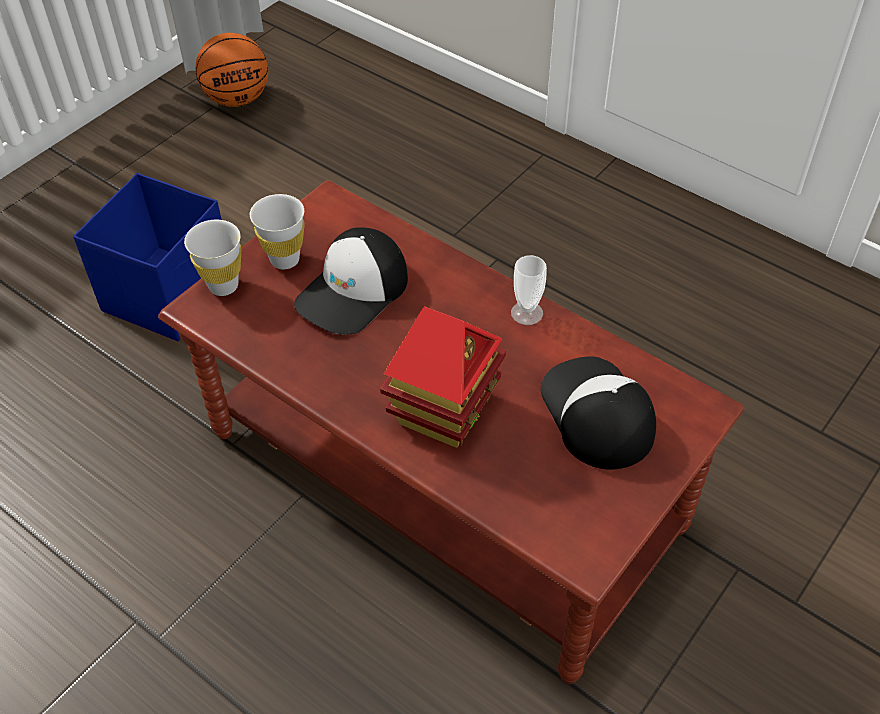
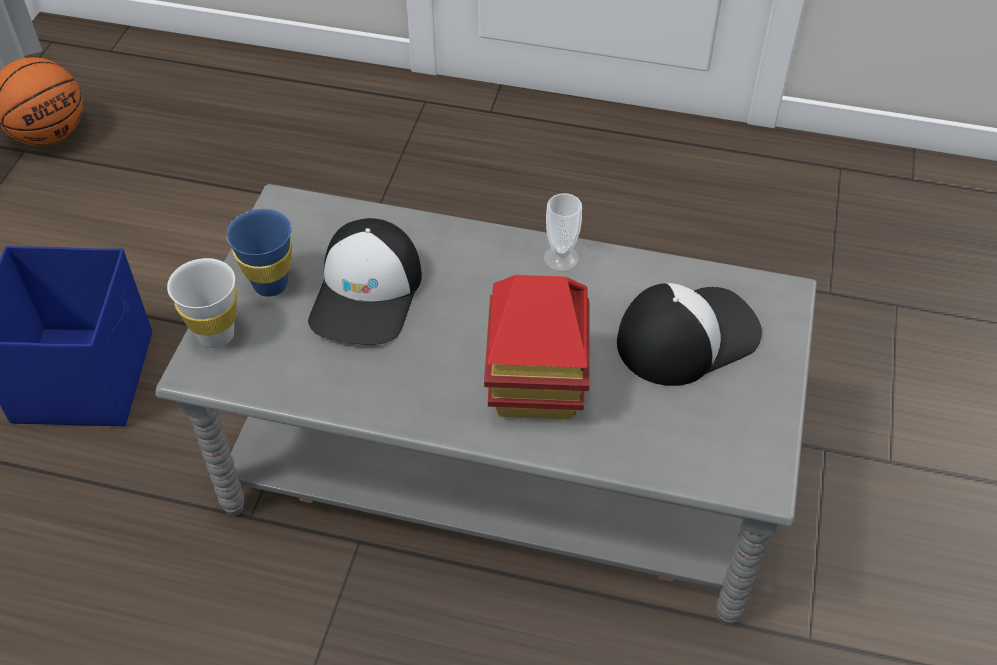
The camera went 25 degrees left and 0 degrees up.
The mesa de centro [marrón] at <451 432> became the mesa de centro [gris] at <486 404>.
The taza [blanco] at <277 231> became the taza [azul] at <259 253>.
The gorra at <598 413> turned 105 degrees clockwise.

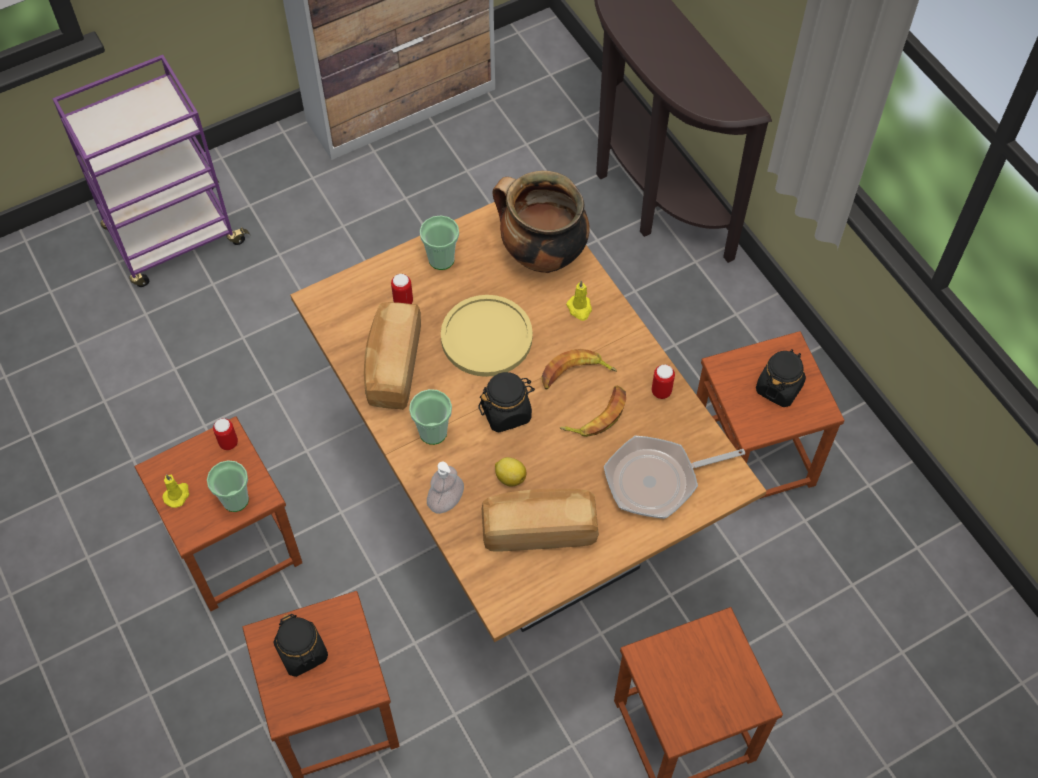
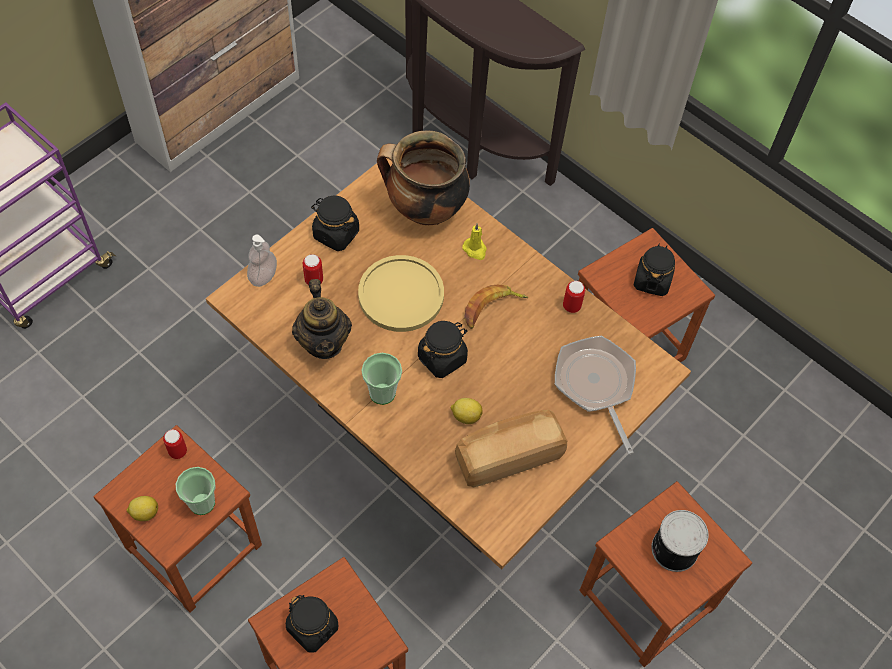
The camera went 20 degrees left and 0 degrees up.
The vela [amarillo] at <175 491> was replaced by the limón at <142 508>.
The dispensador de jabón moved from <445 488> to <262 261>.
The pan at <392 356> was replaced by the tetera at <322 319>.
The taza at <439 243> was replaced by the tarro [negro] at <335 223>.
The sartén at <674 477> turned 105 degrees clockwise.
The lata at <679 541> appeared.
The plátano at <593 411> disappeared.

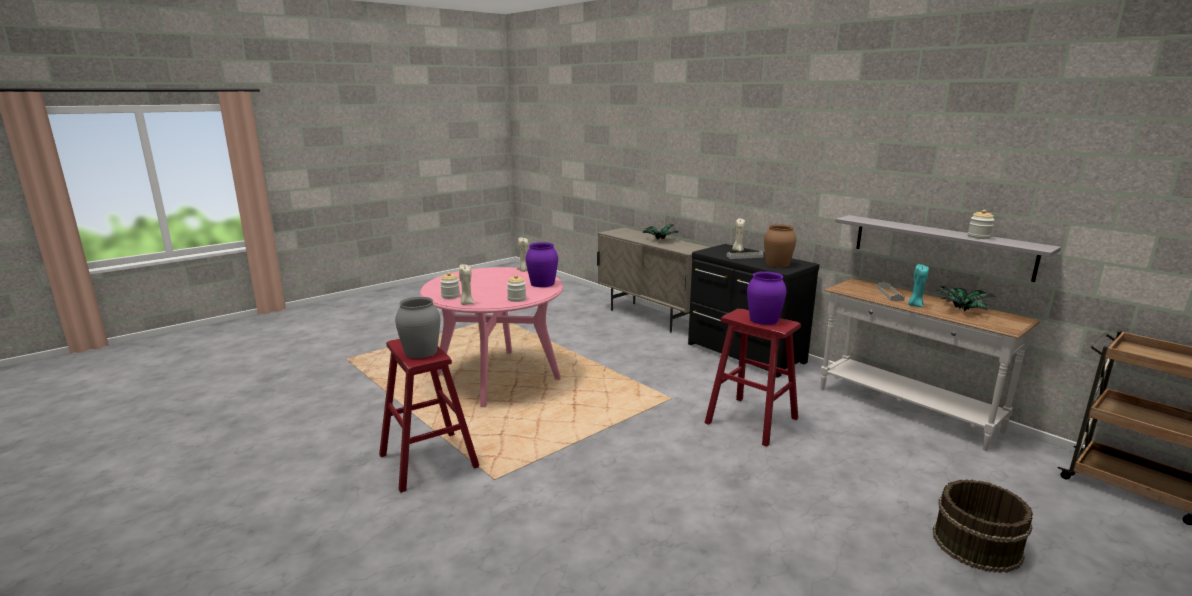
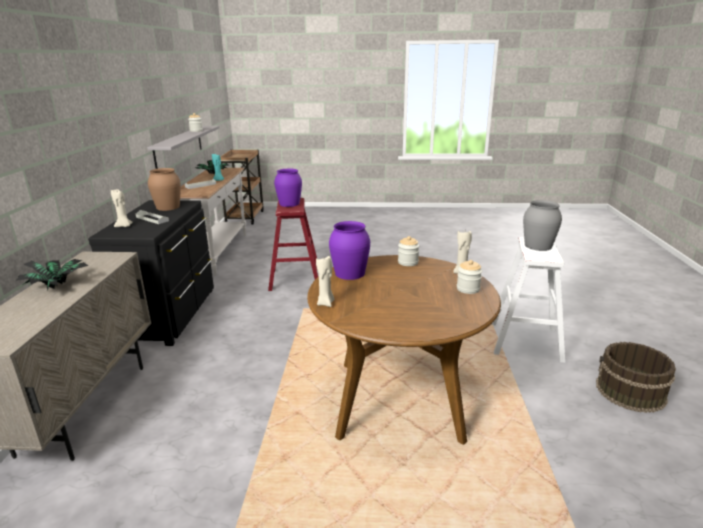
The camera went 135 degrees left and 5 degrees up.
The mesa de comedor [rosa] at <491 337> became the mesa de comedor [marrón] at <404 350>.
The taburete [rojo] at <429 416> became the taburete [blanco] at <528 300>.
The cubo [marrón] moved from <983 526> to <636 377>.

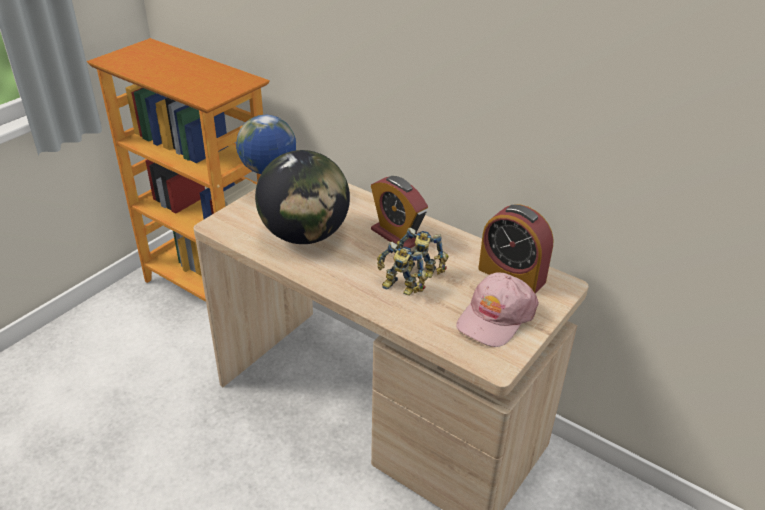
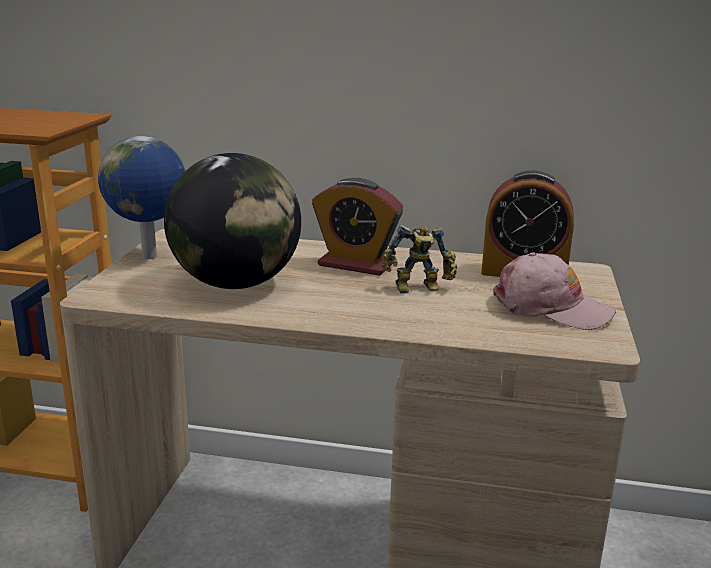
The camera went 25 degrees left and 15 degrees down.
The gorra [rosa] at <497 309> turned 75 degrees counterclockwise.
The robot de juguete at <403 269> disappeared.

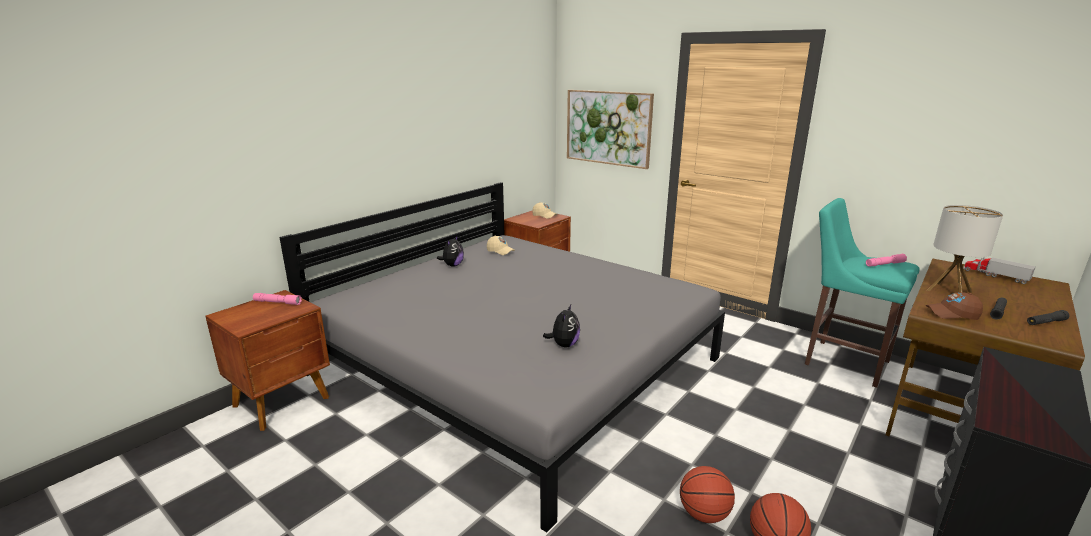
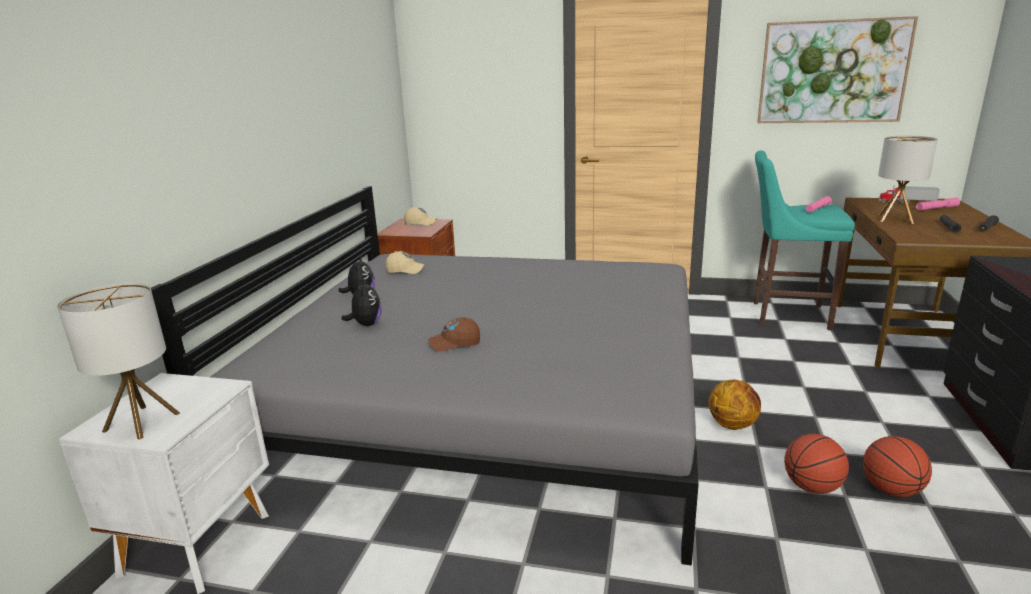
The camera went 25 degrees left and 0 degrees up.
The lámpara de mesa at <118 361> appeared.
The mesita de noche [marrón] at <267 360> became the mesita de noche [blanco] at <164 483>.
The peluche moved from <561 326> to <362 302>.
The gorra [marrón] moved from <954 306> to <454 334>.
The balón de baloncesto at <734 405> appeared.
The cuadro moved from <610 129> to <837 69>.
The linterna [rosa] moved from <277 299> to <938 203>.

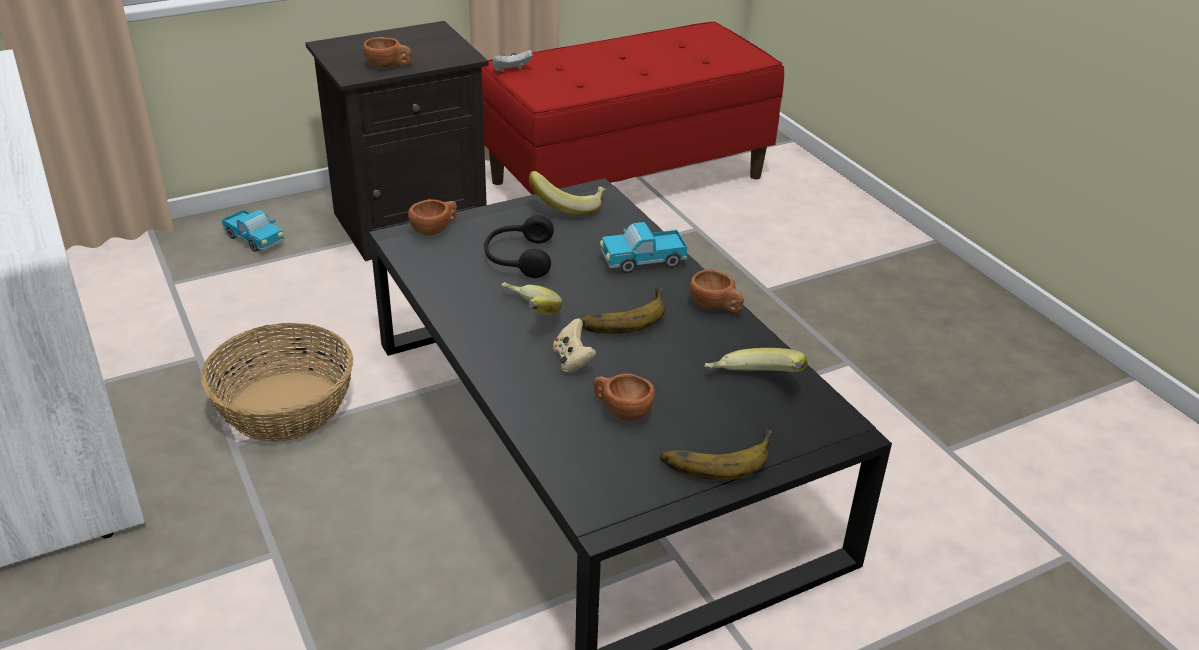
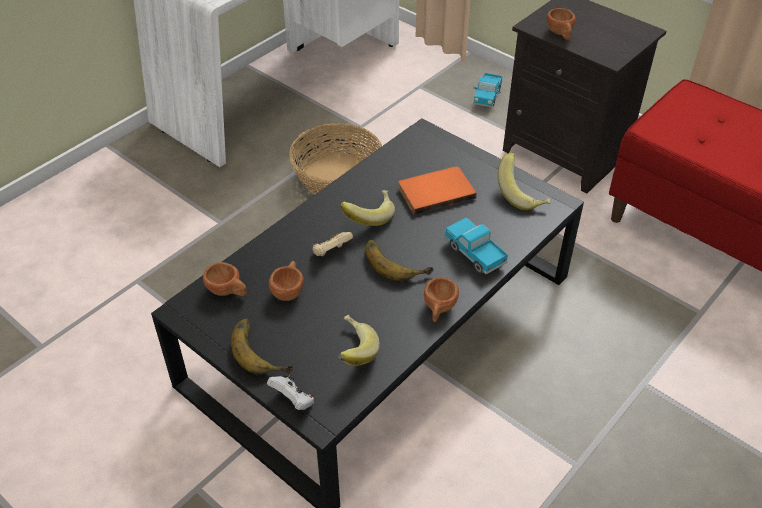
The camera went 70 degrees right and 10 degrees up.
The taza [marrón] moved from <432 217> to <225 279>.
The mando de consola [blanco] moved from <512 61> to <290 392>.
The auriculares [negro] at <519 246> was replaced by the libro [naranja] at <437 190>.

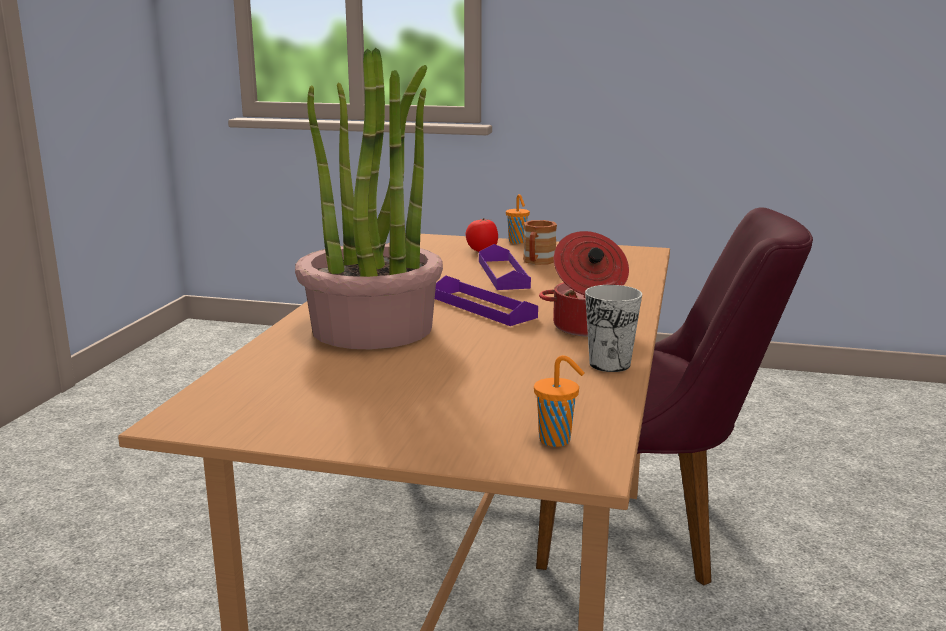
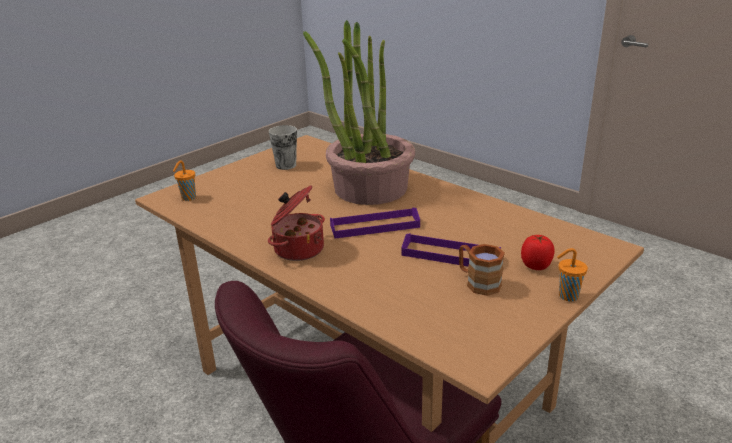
The camera went 120 degrees right and 10 degrees up.
The taza moved from <613 328> to <283 147>.

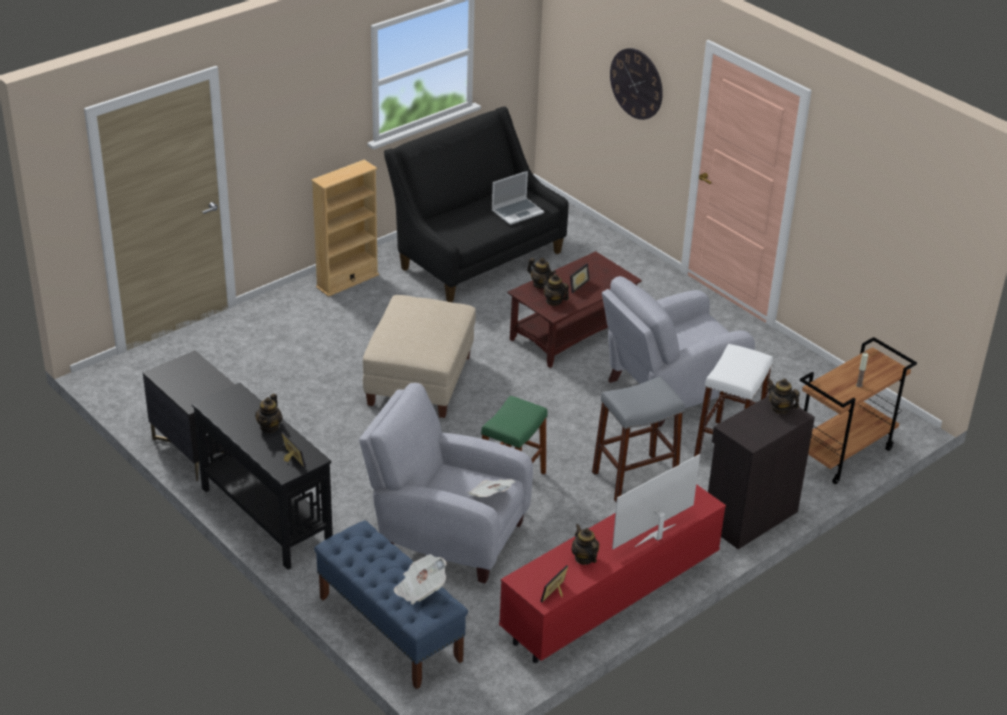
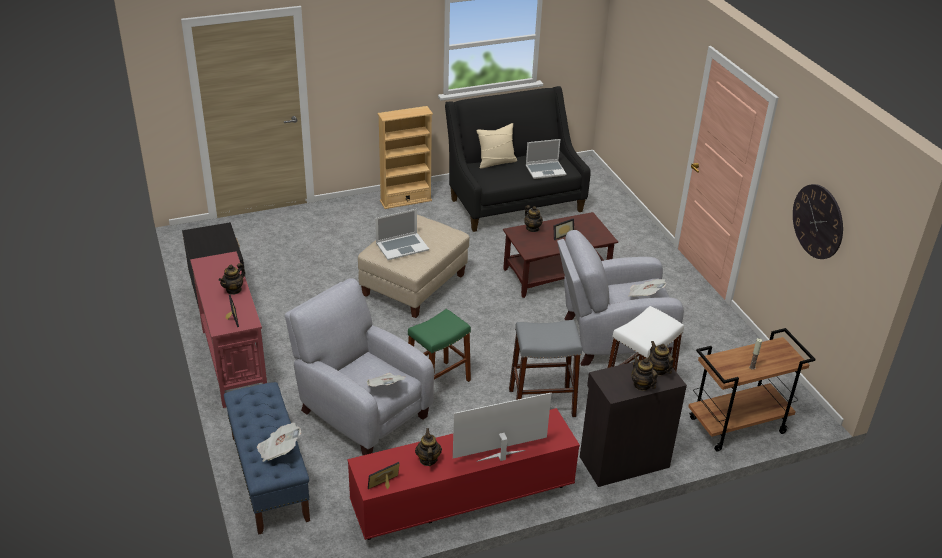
The camera went 20 degrees right and 0 degrees up.
The mesa consola [negro] at <262 476> became the mesa consola [rojo] at <228 329>.
The portátil at <402 234> appeared.
The cojín [beis] at <496 146> appeared.
The periódico at <647 288> appeared.
The tetera moved from <555 290> to <645 373>.
The reloj de pared moved from <636 84> to <818 221>.

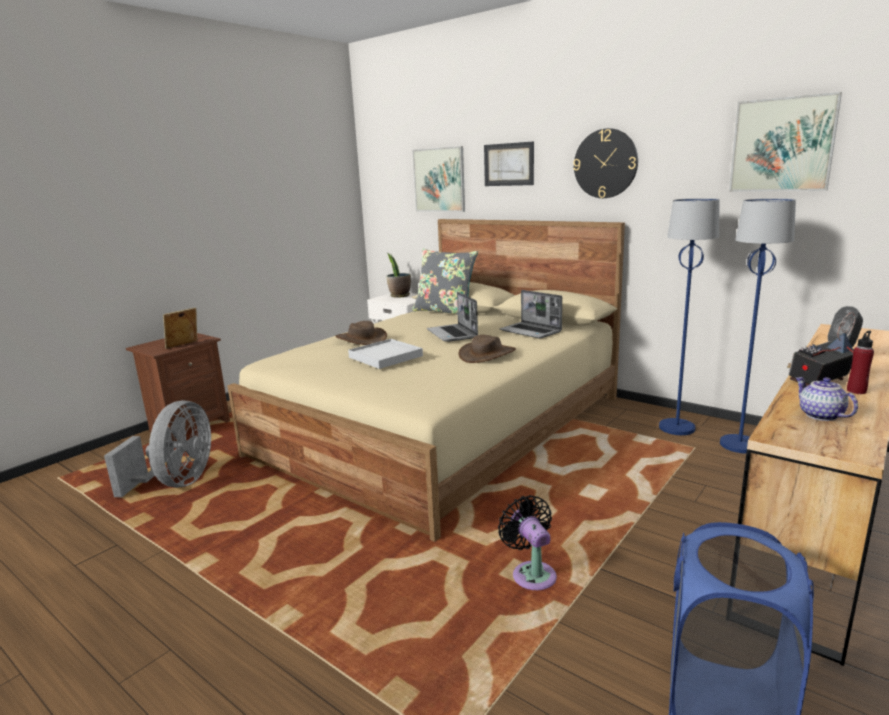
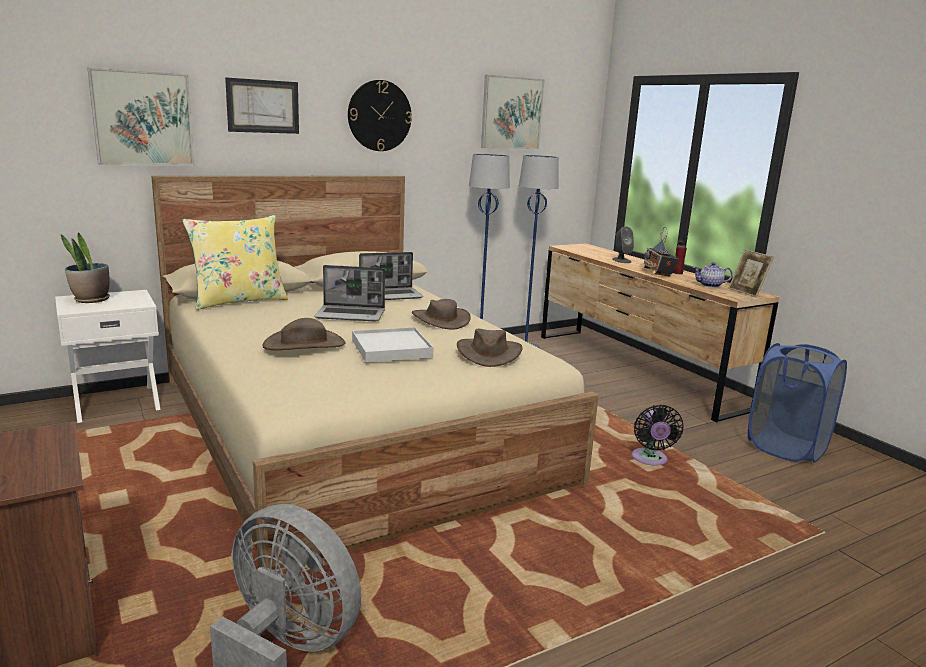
The camera went 70 degrees left and 0 degrees up.
The cojín [gris] at <445 282> became the cojín [amarillo] at <235 262>.
The sombrero [marrón] at <490 348> appeared.
The ventilador [negro] at <527 542> turned 90 degrees counterclockwise.
The portarretratos moved from <180 328> to <751 273>.

